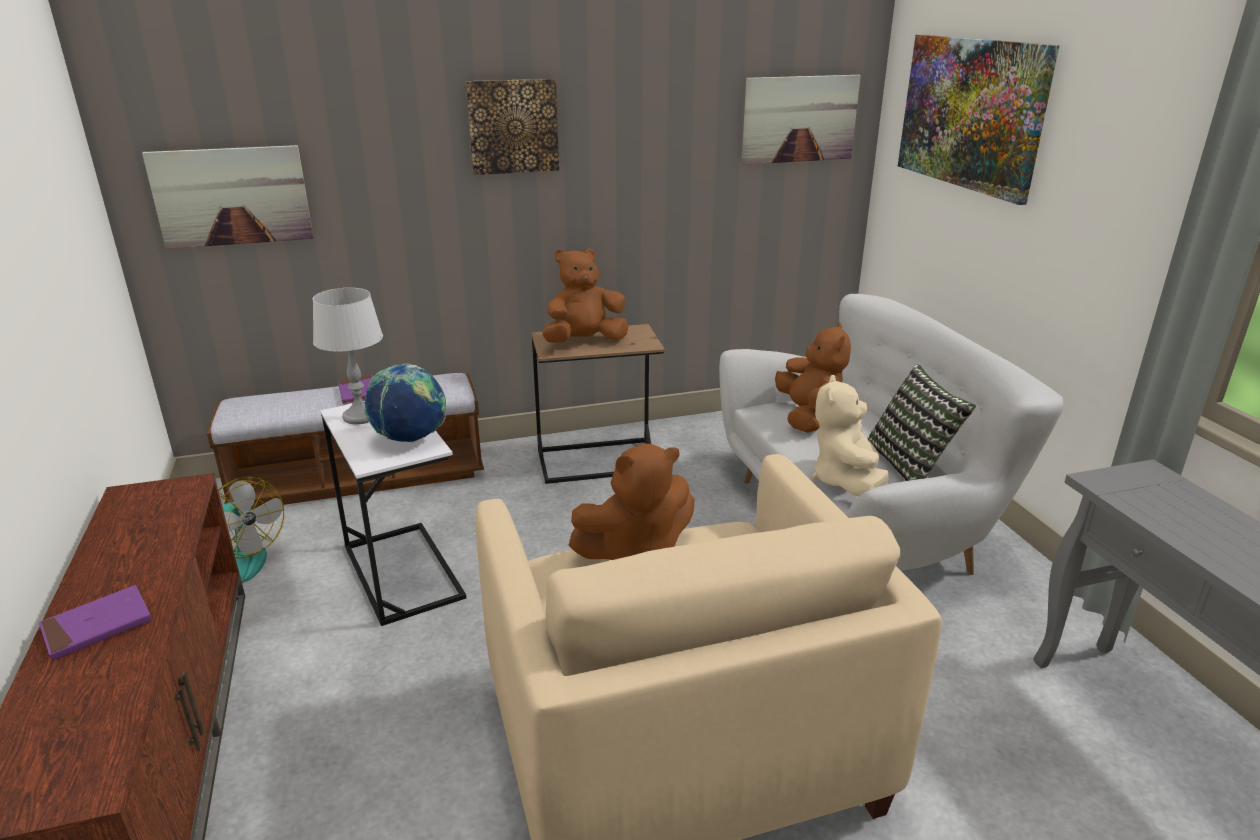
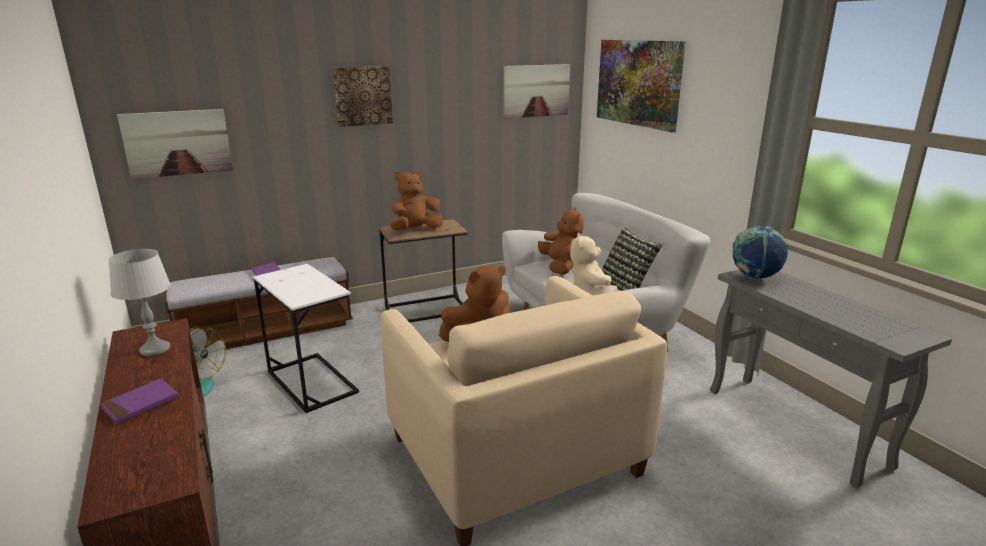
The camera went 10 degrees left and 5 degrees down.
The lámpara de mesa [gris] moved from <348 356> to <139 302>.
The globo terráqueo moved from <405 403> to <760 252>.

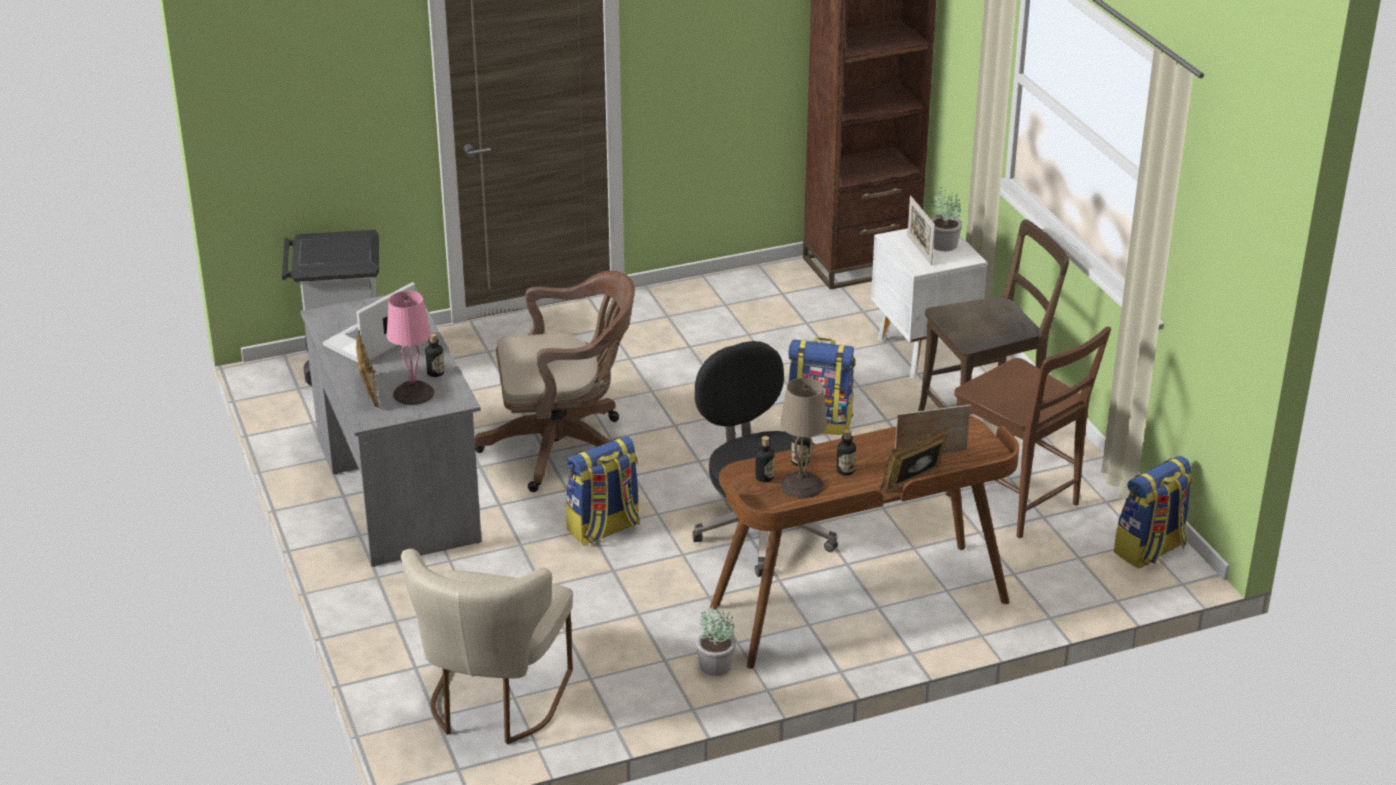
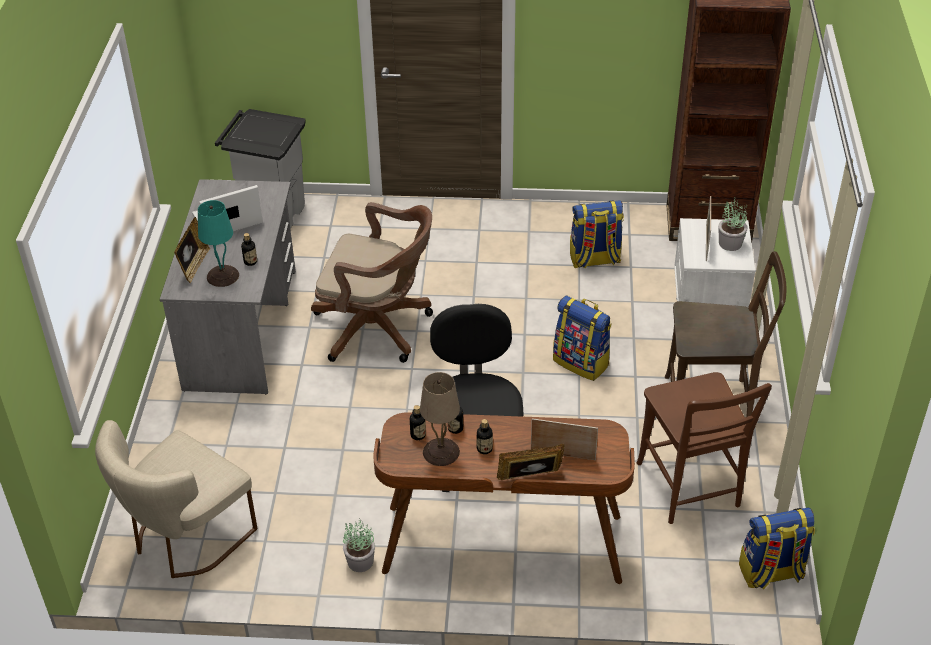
The camera went 25 degrees right and 10 degrees up.
The lámpara de mesa [rosa] at <410 348> became the lámpara de mesa [turquesa] at <218 243>.
The mochila moved from <603 491> to <597 234>.

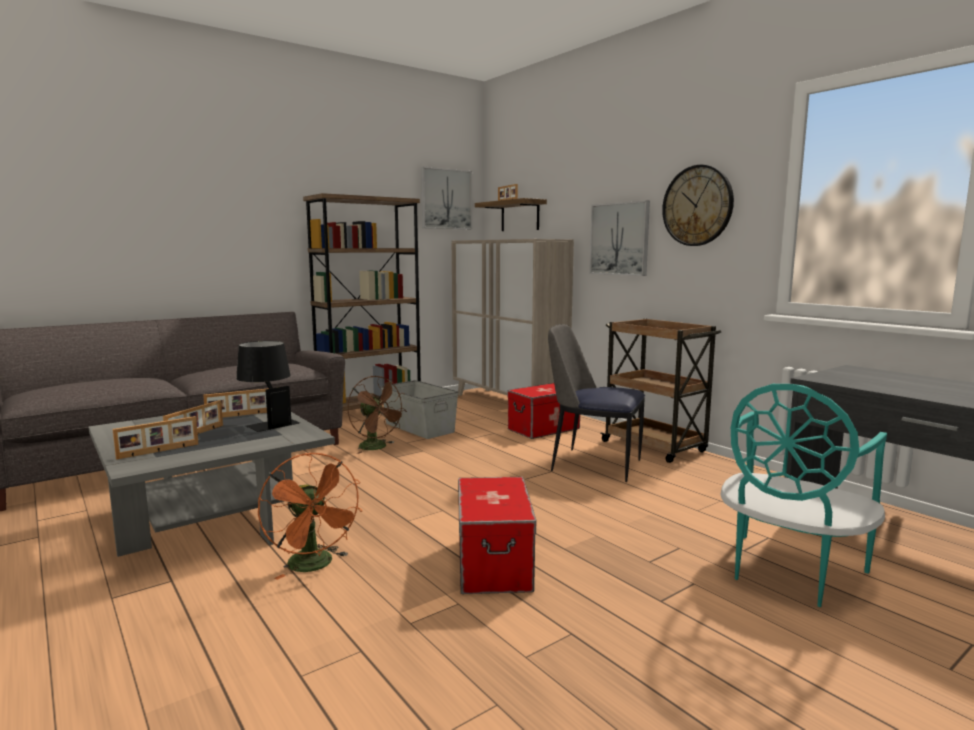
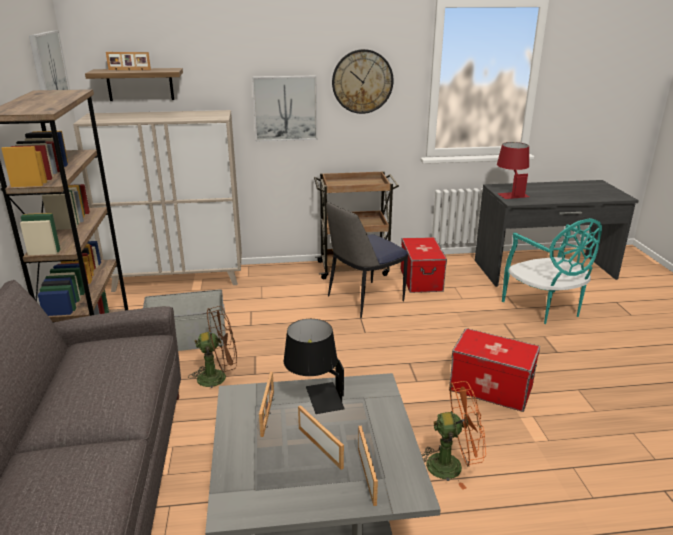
The camera went 60 degrees left and 15 degrees up.
The caja de almacenaje moved from <543 411> to <423 265>.
The lámpara de mesa [rojo] at <513 170> appeared.

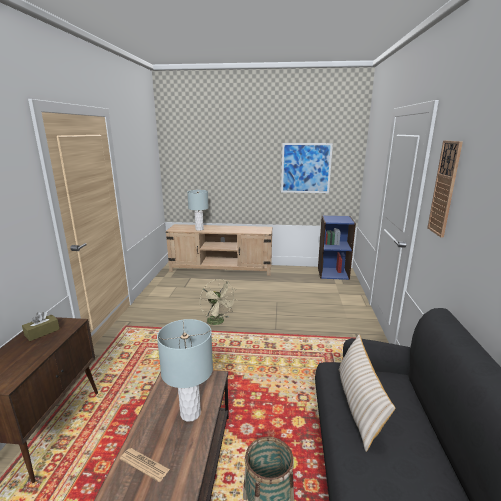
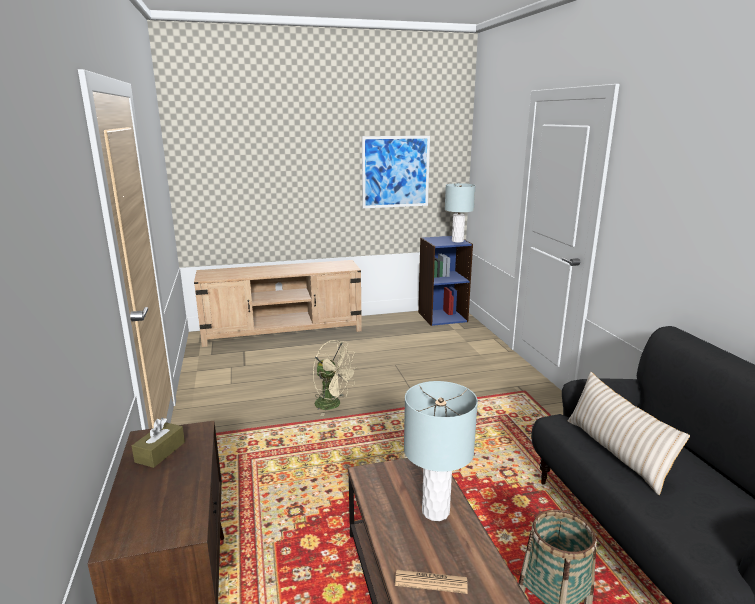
The camera went 20 degrees left and 0 degrees up.
The lámpara de mesa [gris] moved from <198 210> to <460 213>.
The reloj de pared at <445 189> disappeared.

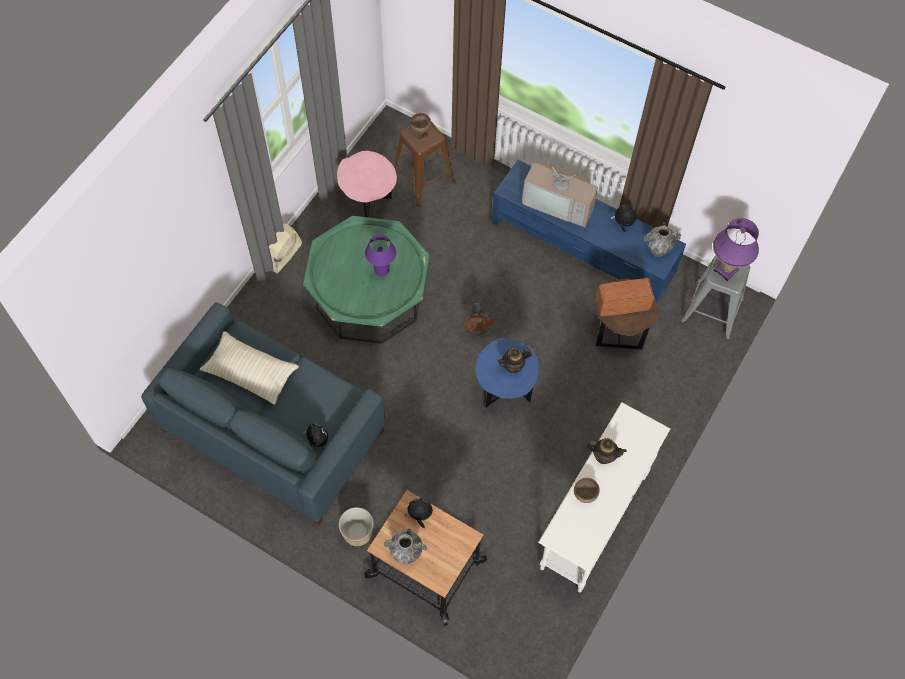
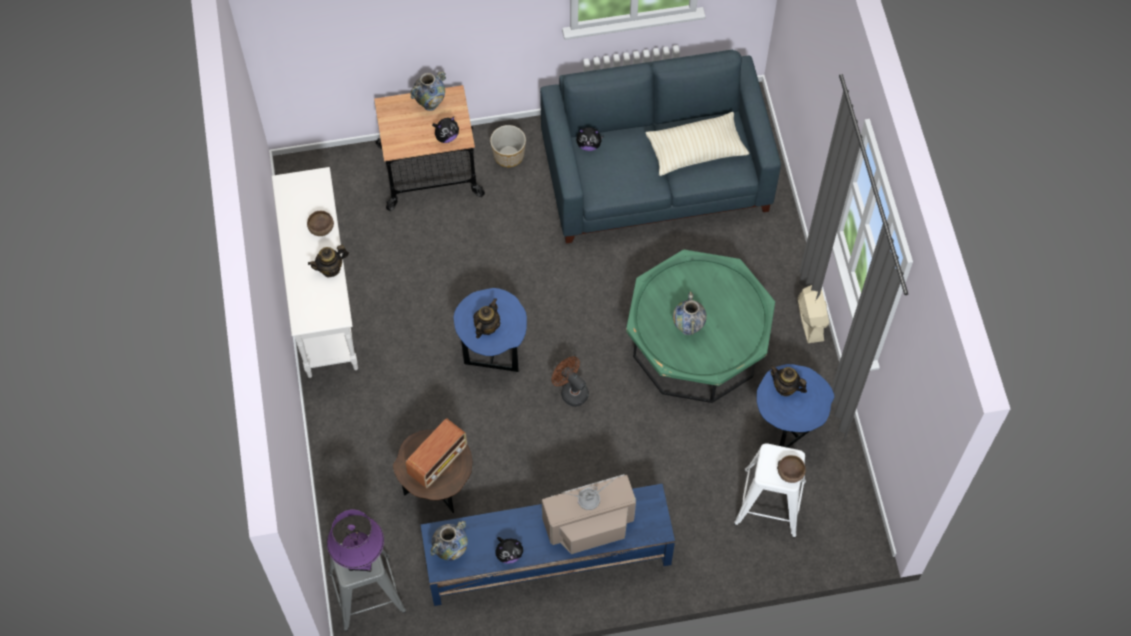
The camera went 140 degrees right and 0 degrees up.
The lámpara de mesa [morado] at <380 255> was replaced by the florero at <690 313>.
The taburete [marrón] at <425 163> became the taburete [blanco] at <770 490>.
The mesa auxiliar [rosa] at <367 184> became the mesa auxiliar [azul] at <795 406>.
The tetera at <788 380> appeared.

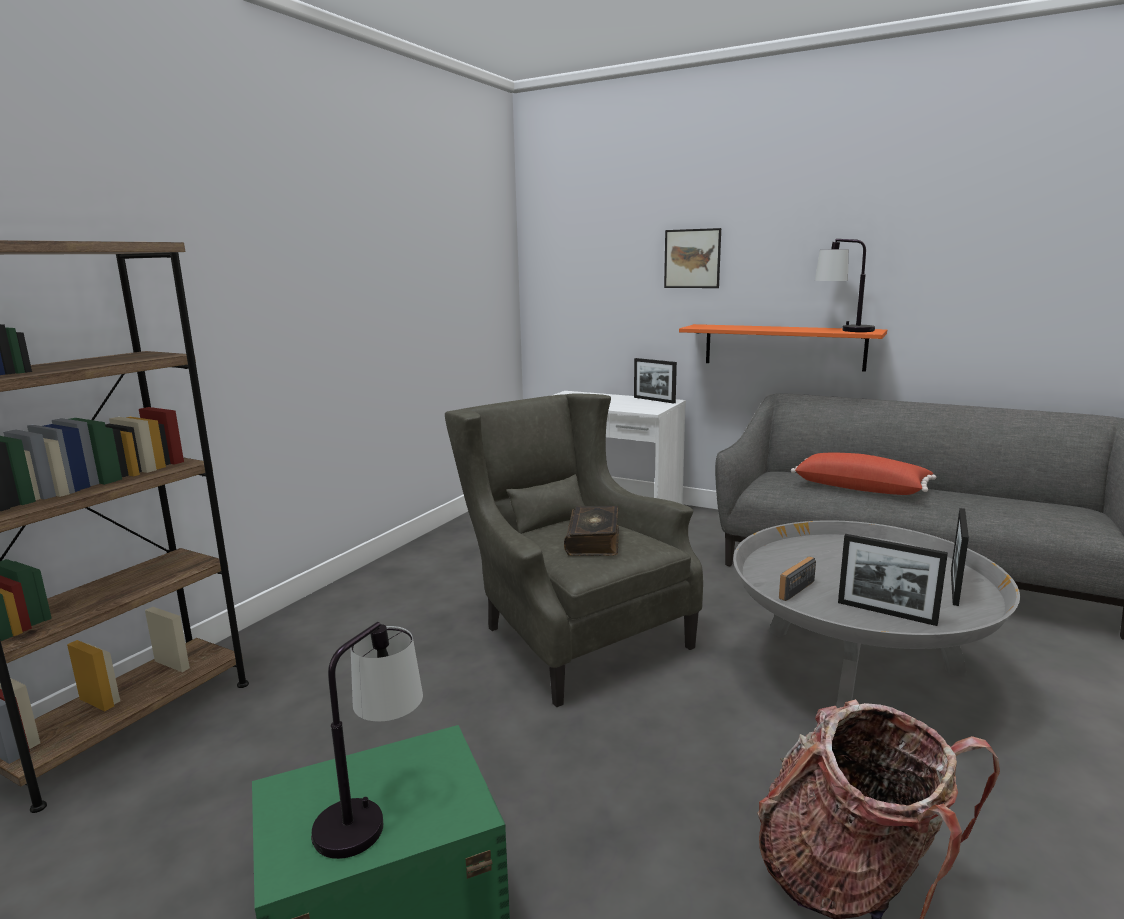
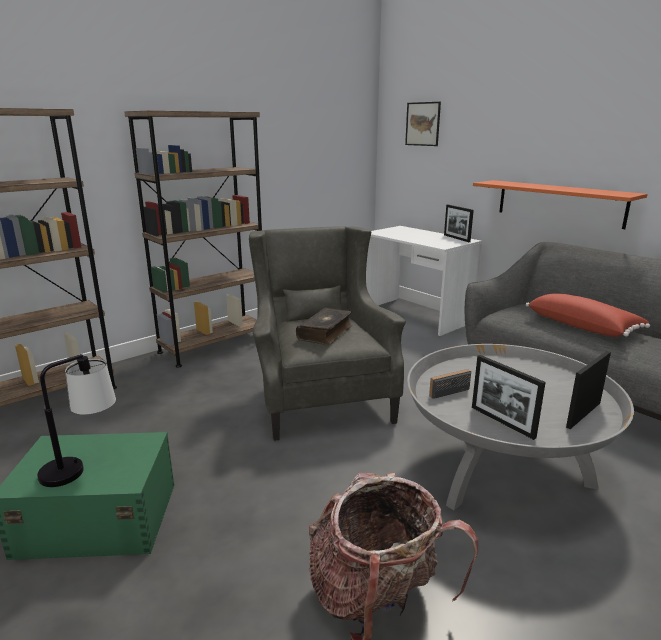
The camera went 20 degrees right and 5 degrees up.
The estantería [marrón] at <193 239> appeared.
The cuadro moved from <692 258> to <423 124>.
The lámpara de mesa at <845 285> disappeared.

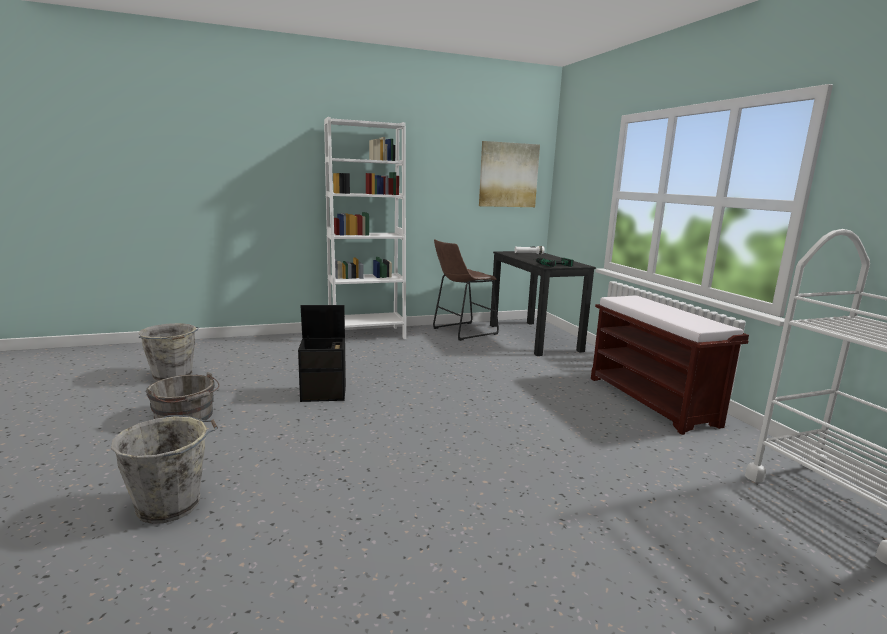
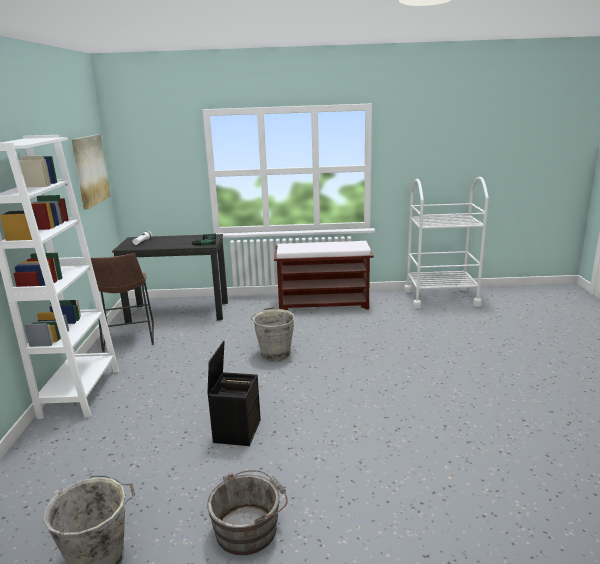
The camera went 70 degrees left and 5 degrees up.
The cubo [gris] moved from <164 469> to <272 334>.

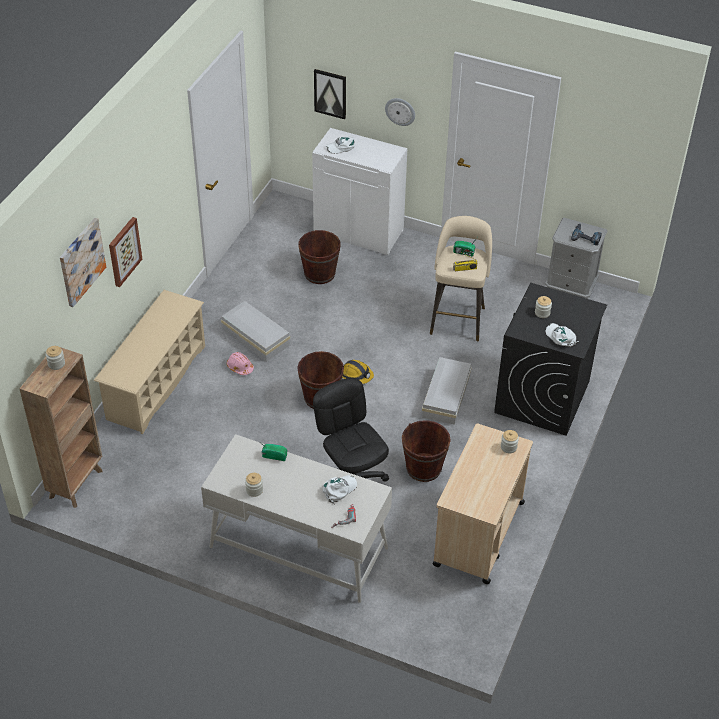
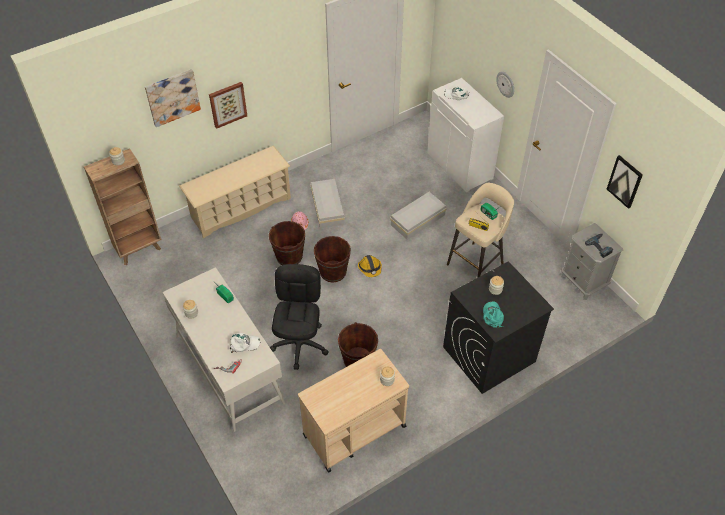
The camera went 35 degrees right and 5 degrees up.
The cubo [marrón] moved from <319 257> to <287 243>.
The caja de almacenaje [blanco] moved from <447 391> to <418 216>.
The gorra [blanco] at <562 335> became the gorra [turquesa] at <493 314>.
The cuadro moved from <330 94> to <625 182>.

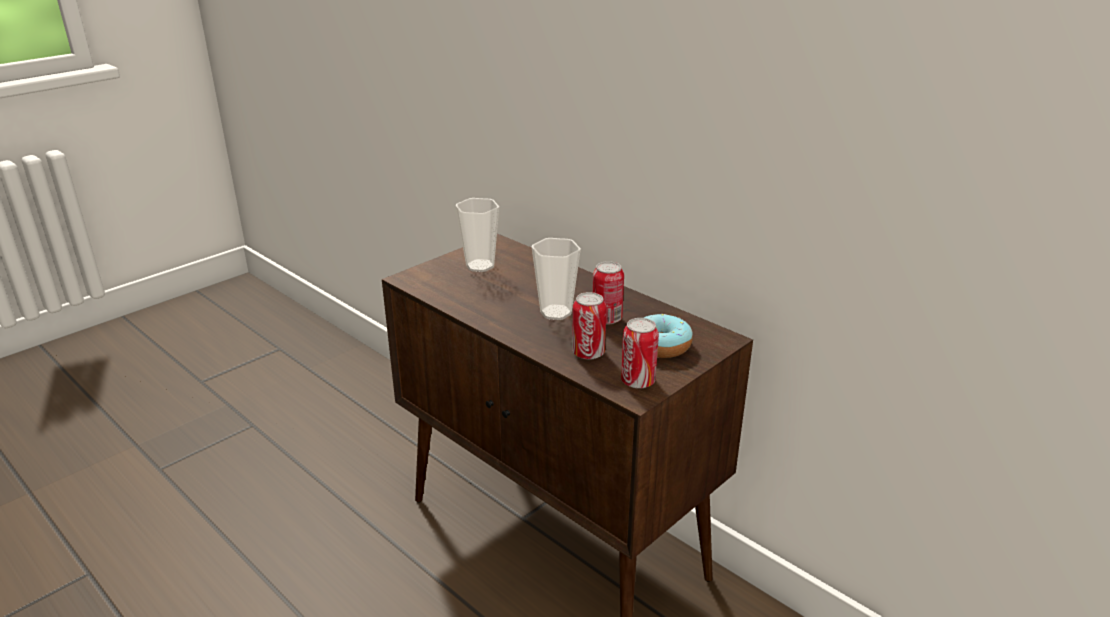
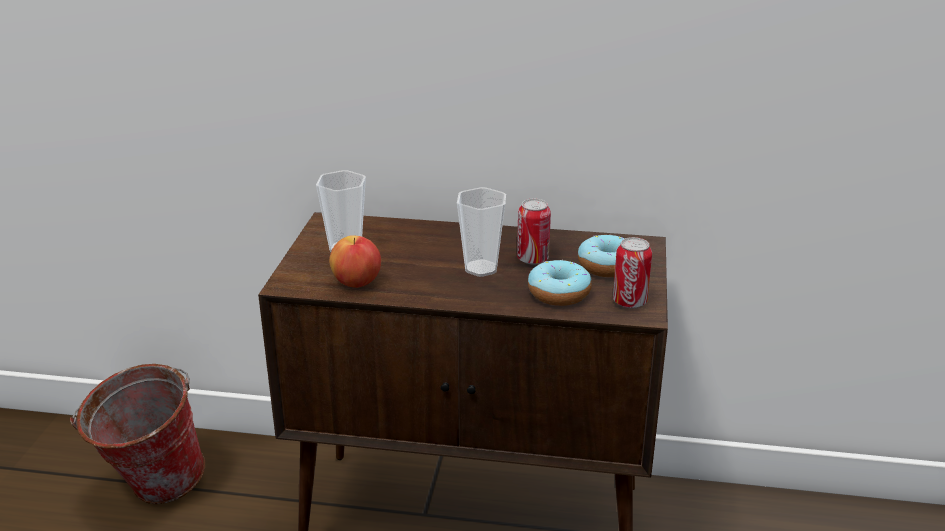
The camera went 35 degrees left and 0 degrees up.
The cubo at <137 434> appeared.
The manzana at <355 261> appeared.
The lata at <589 326> was replaced by the rosquilla at <560 283>.

